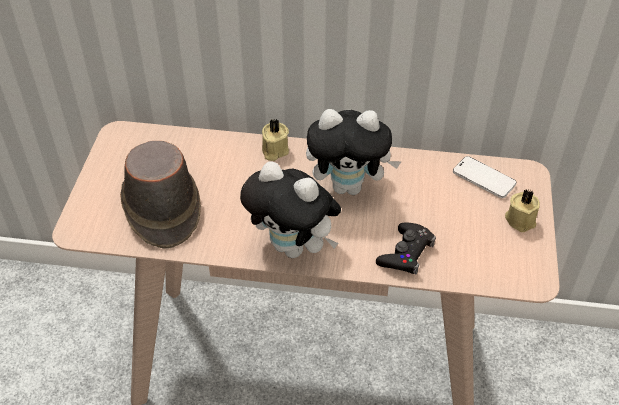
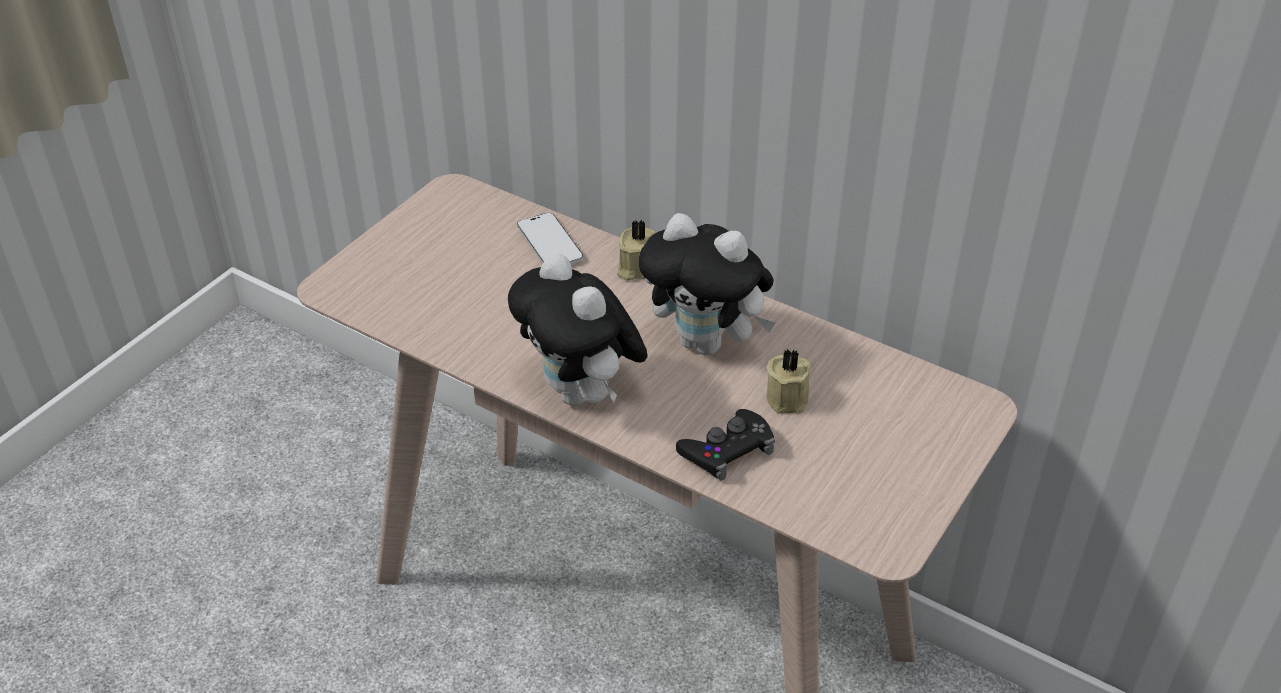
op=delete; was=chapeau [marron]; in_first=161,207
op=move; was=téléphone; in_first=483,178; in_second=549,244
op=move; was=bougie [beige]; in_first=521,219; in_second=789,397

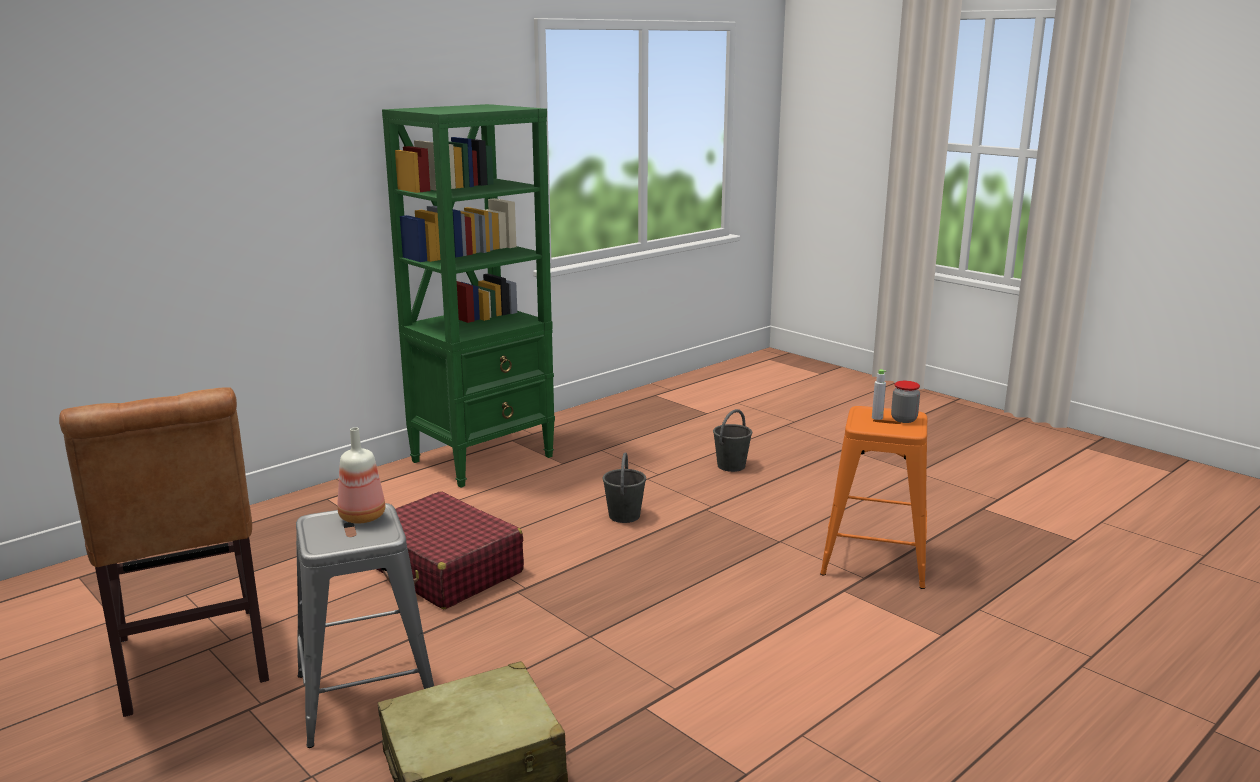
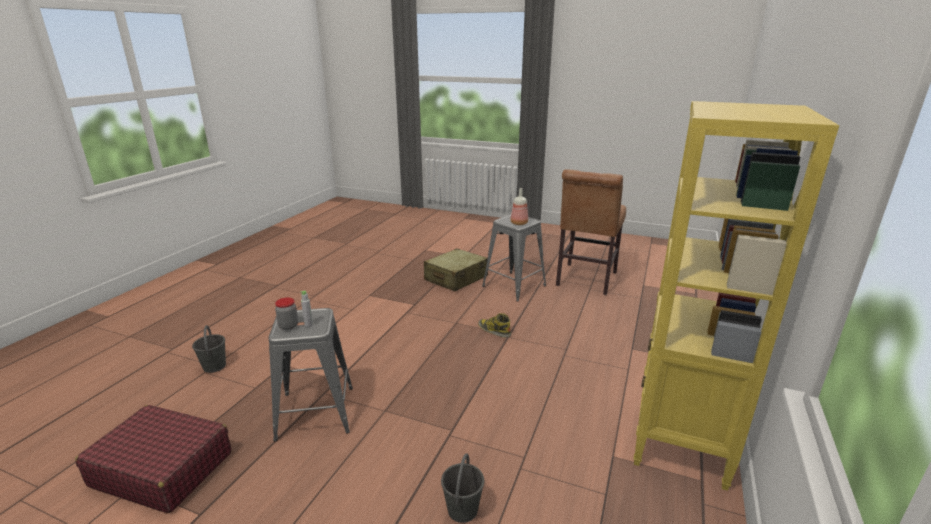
op=insert; now=botte; in_second=494,330
op=move; was=valise [rouge]; in_first=443,569; in_second=162,469
op=move; was=seau [gris]; in_first=624,515; in_second=214,366
op=recolor; was=bibliothèque [vert]; now=bibliothèque [jaune]; in_first=484,458; in_second=679,440
op=recolor; was=tabouret [orange]; now=tabouret [gris]; in_first=874,558; in_second=316,412
op=rotate; was=chaise [marron]; in_first=192,665; in_second=585,280; clockwise=-105

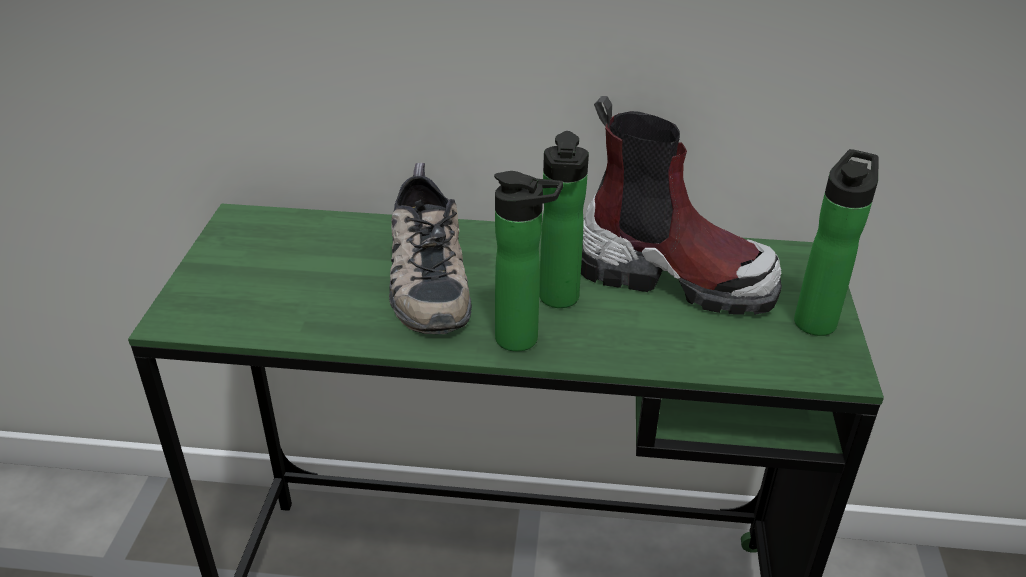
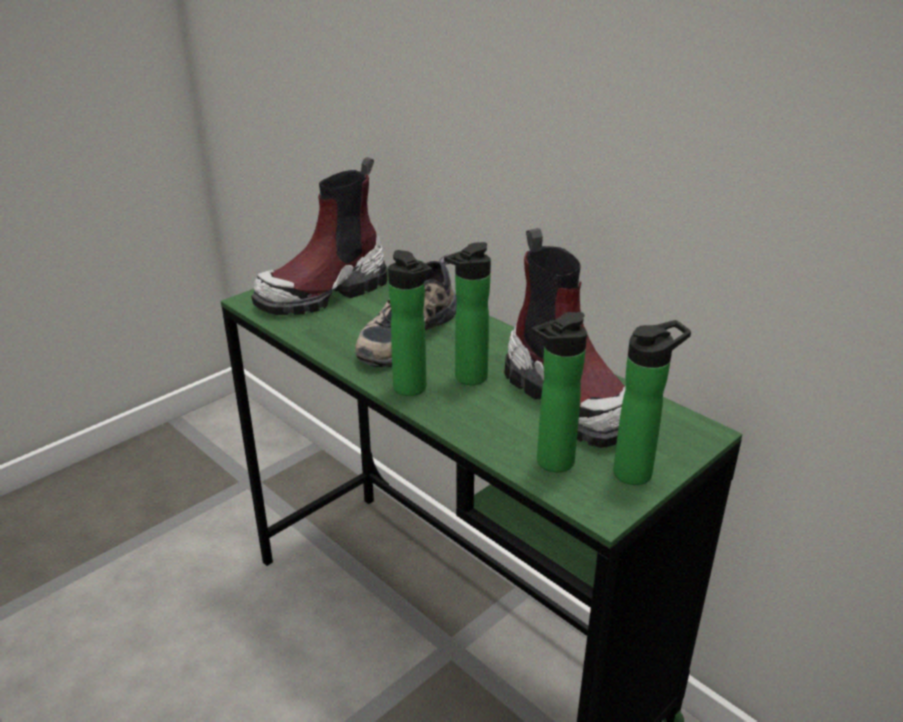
op=insert; now=botte; in_second=324,293
op=insert; now=bouteille; in_second=550,463

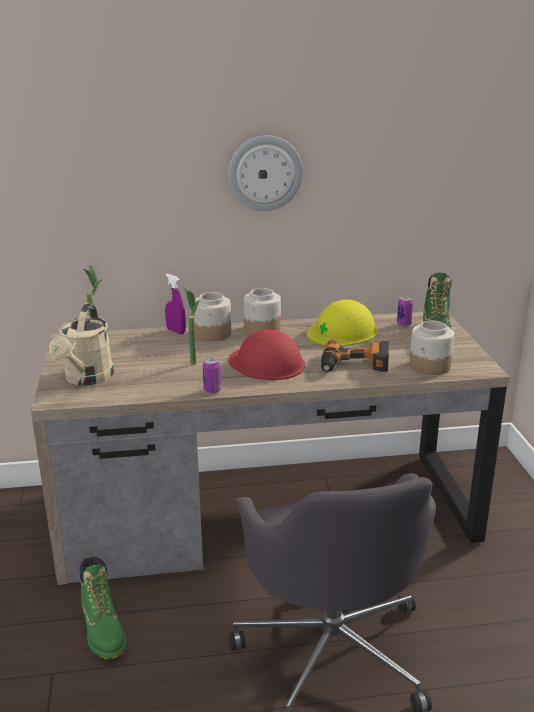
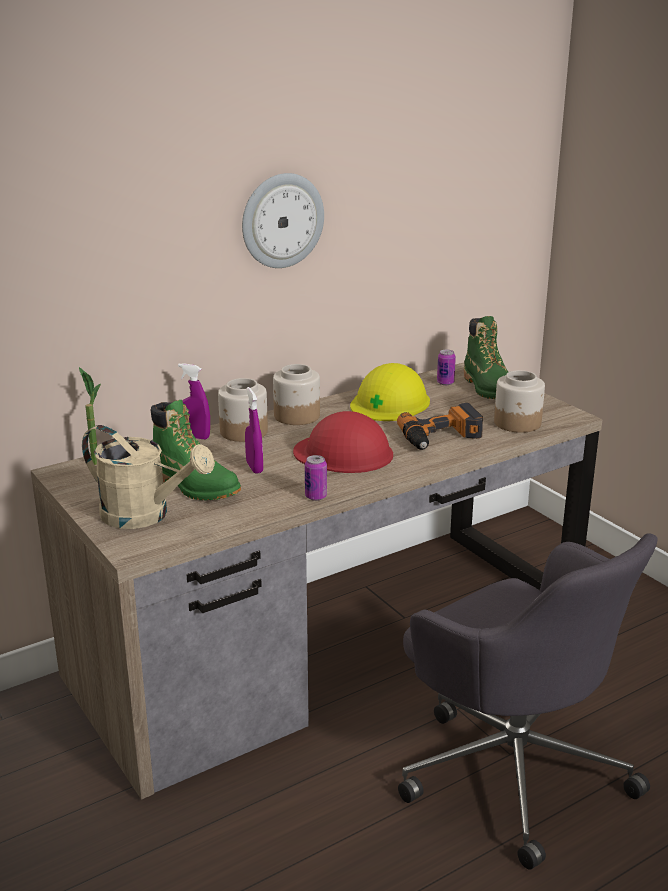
op=move; was=botte [vert]; in_first=103,631; in_second=195,486
op=replace; was=plante en pot; now=vaporisateur [violet]; in_first=192,360; in_second=254,467
op=rotate; was=arrosoir [beige]; in_first=86,379; in_second=146,515; clockwise=-45

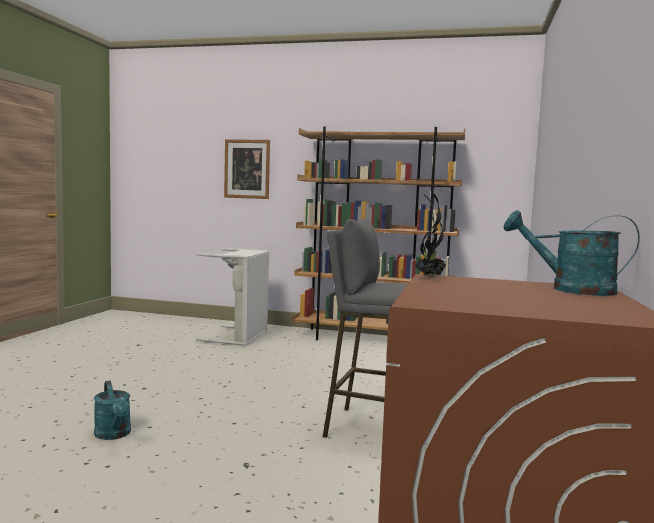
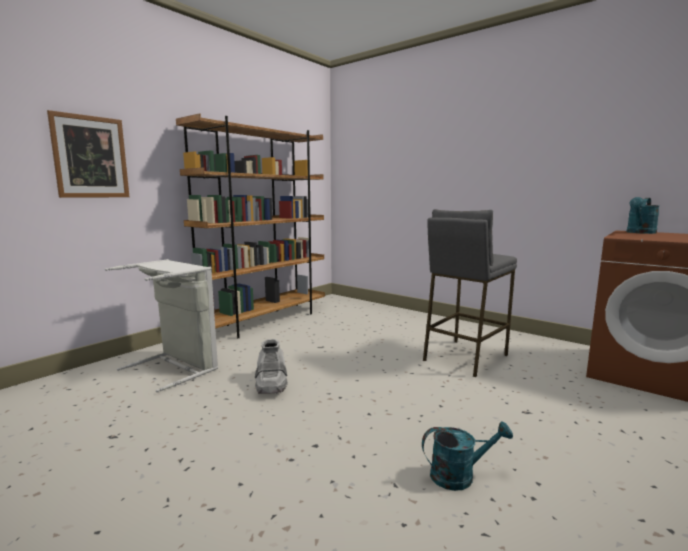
op=delete; was=plante en pot; in_first=430,278
op=insert; now=botte [gris]; in_second=271,384

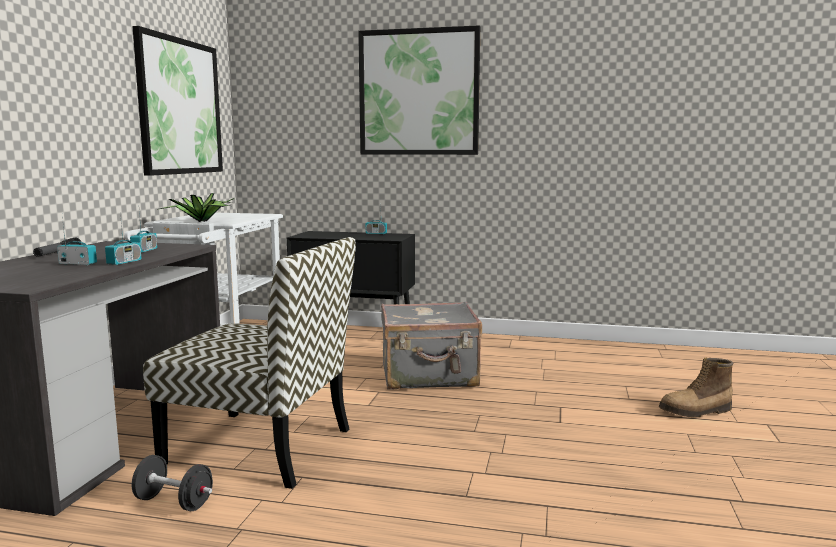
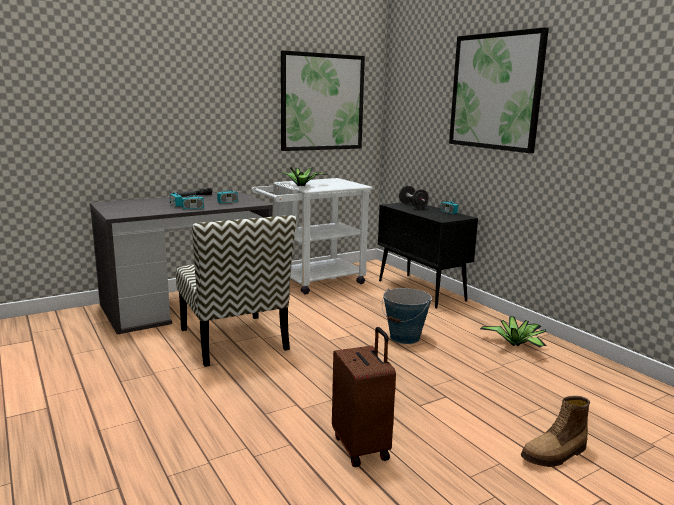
op=insert; now=valise [marron]; in_second=362,447
op=insert; now=plante en pot; in_second=516,344
op=move; was=haltère [noir]; in_first=174,502; in_second=412,206
op=replace; was=valise [gris]; now=seau; in_first=429,376; in_second=405,337
op=rotate; was=botte; in_first=696,412; in_second=555,455; clockwise=-60

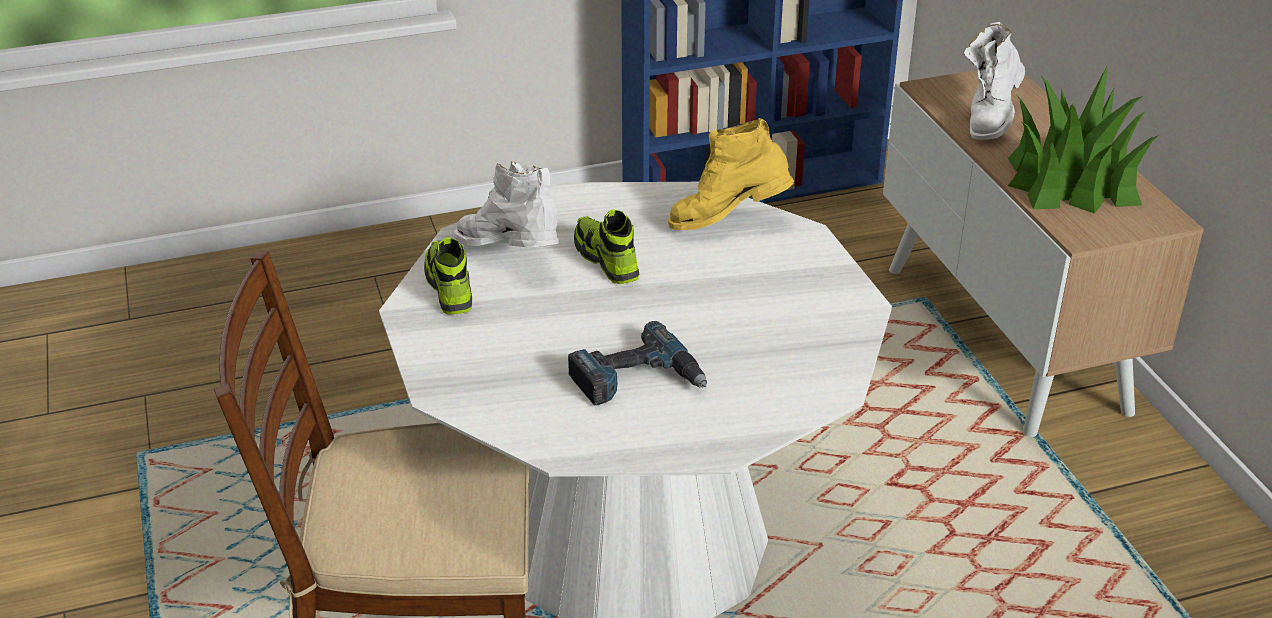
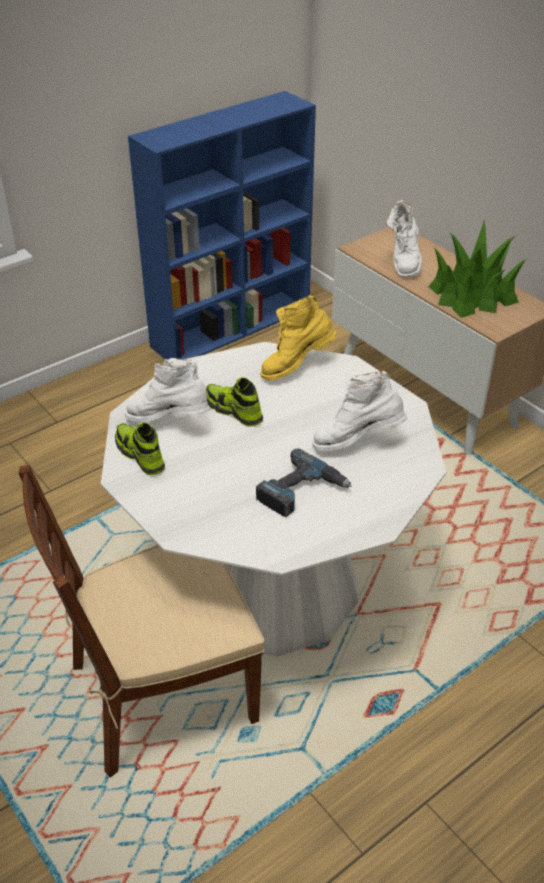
op=insert; now=botte [blanc]; in_second=356,442

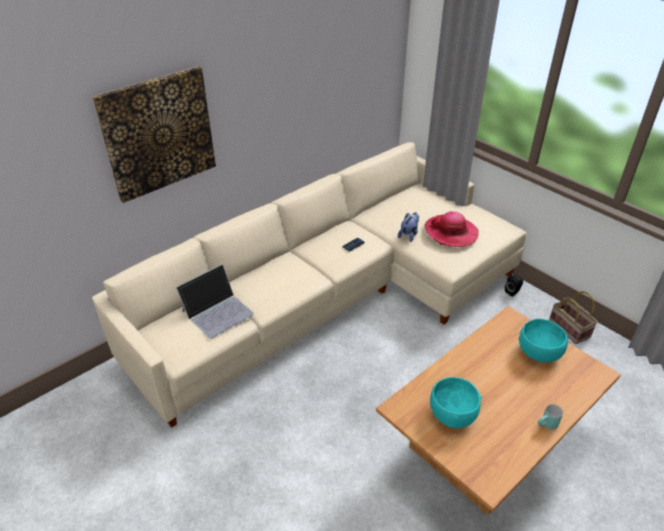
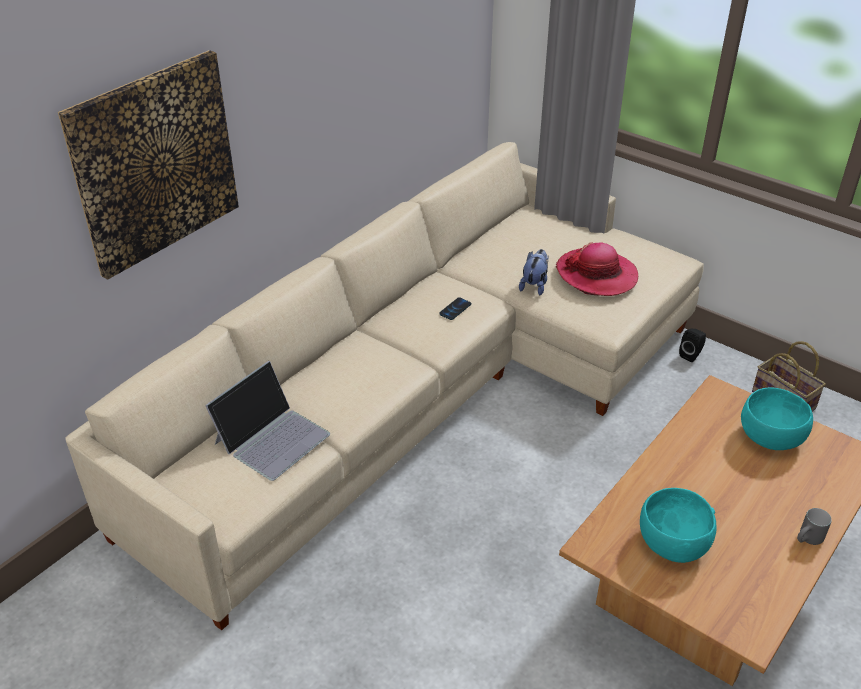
op=recolor; was=mug [turquoise]; now=mug [gris]; in_first=547,426; in_second=809,540

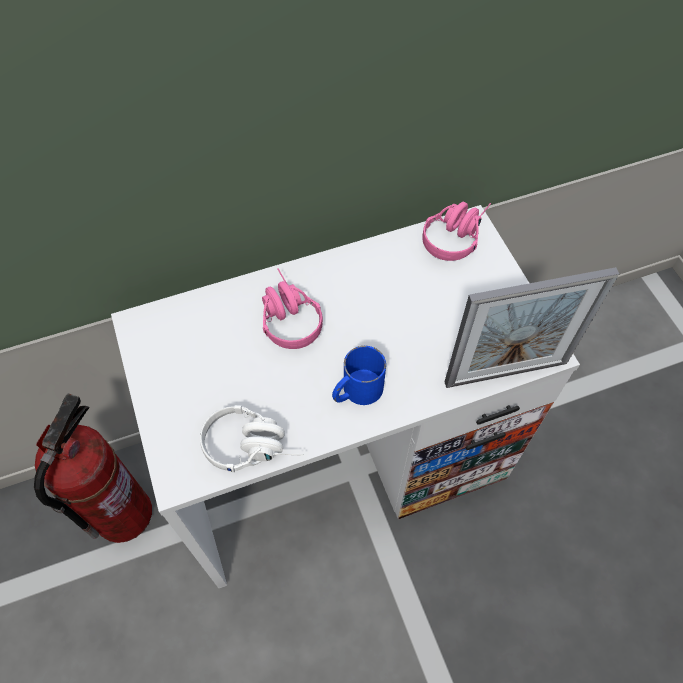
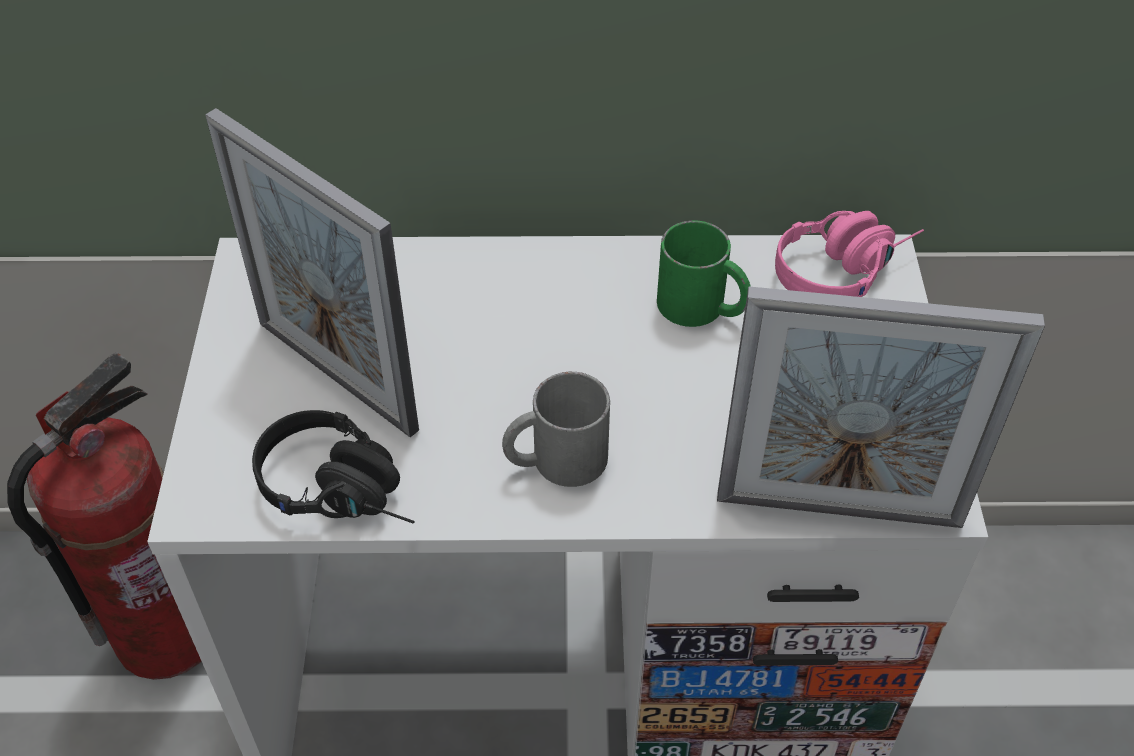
op=delete; was=casque audio [rose]; in_first=286,315
op=insert; now=cadre photo; in_second=336,375
op=insert; now=mug [vert]; in_second=703,308
op=recolor; was=casque audio [blanc]; now=casque audio [noir]; in_first=254,445; in_second=346,491
op=recolor; was=mug [bleu]; now=mug [gris]; in_first=356,391; in_second=555,460

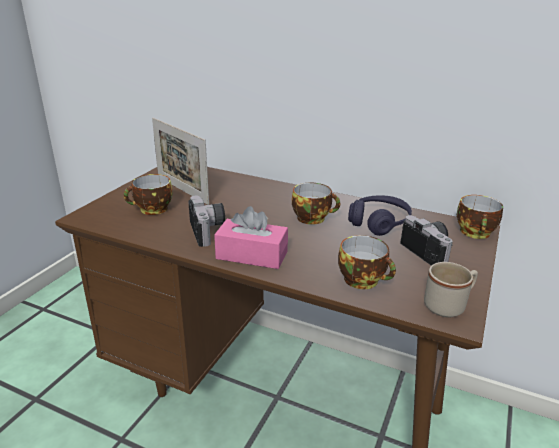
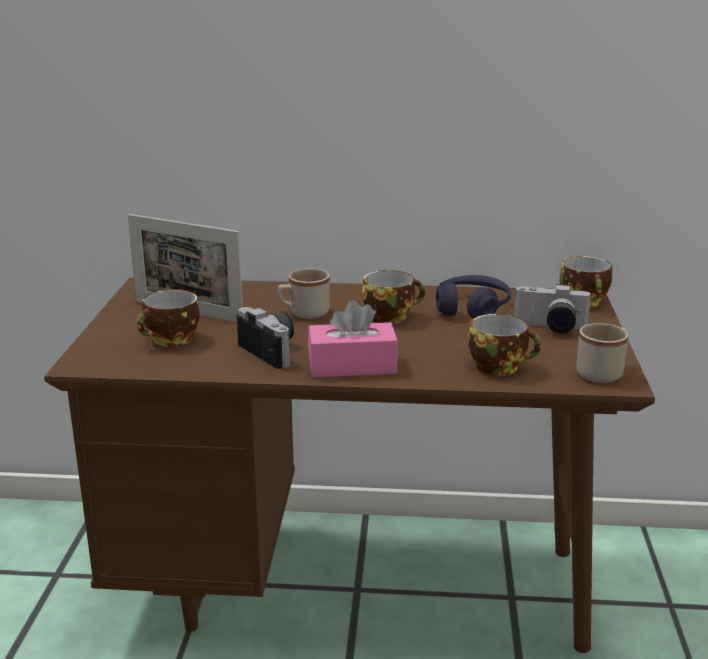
op=insert; now=mug [beige]; in_second=303,314
op=rotate; was=appareil photo; in_first=430,252; in_second=550,328; clockwise=150

